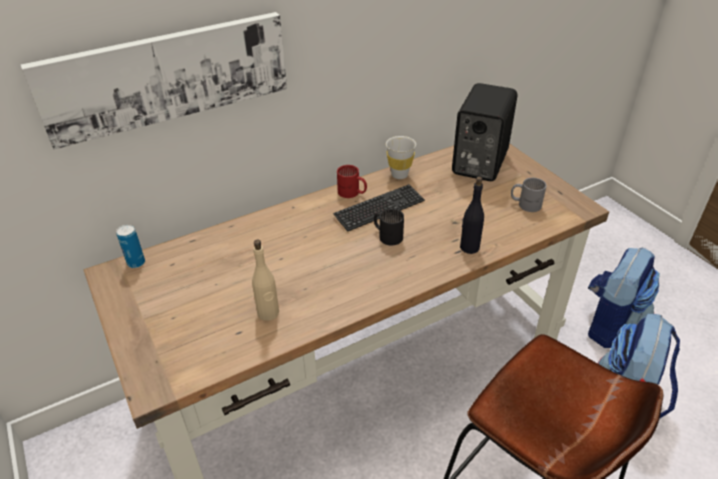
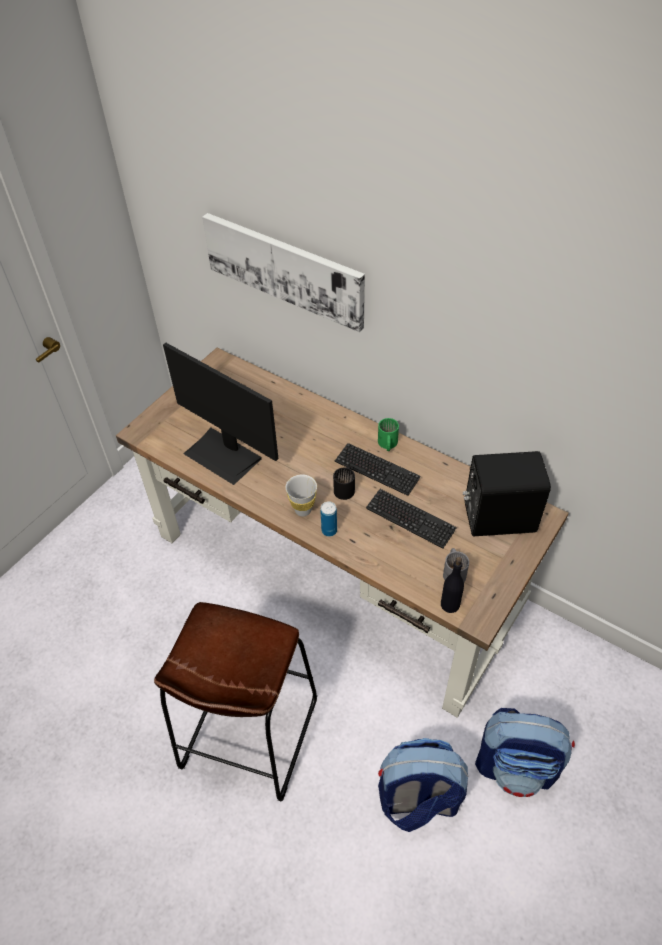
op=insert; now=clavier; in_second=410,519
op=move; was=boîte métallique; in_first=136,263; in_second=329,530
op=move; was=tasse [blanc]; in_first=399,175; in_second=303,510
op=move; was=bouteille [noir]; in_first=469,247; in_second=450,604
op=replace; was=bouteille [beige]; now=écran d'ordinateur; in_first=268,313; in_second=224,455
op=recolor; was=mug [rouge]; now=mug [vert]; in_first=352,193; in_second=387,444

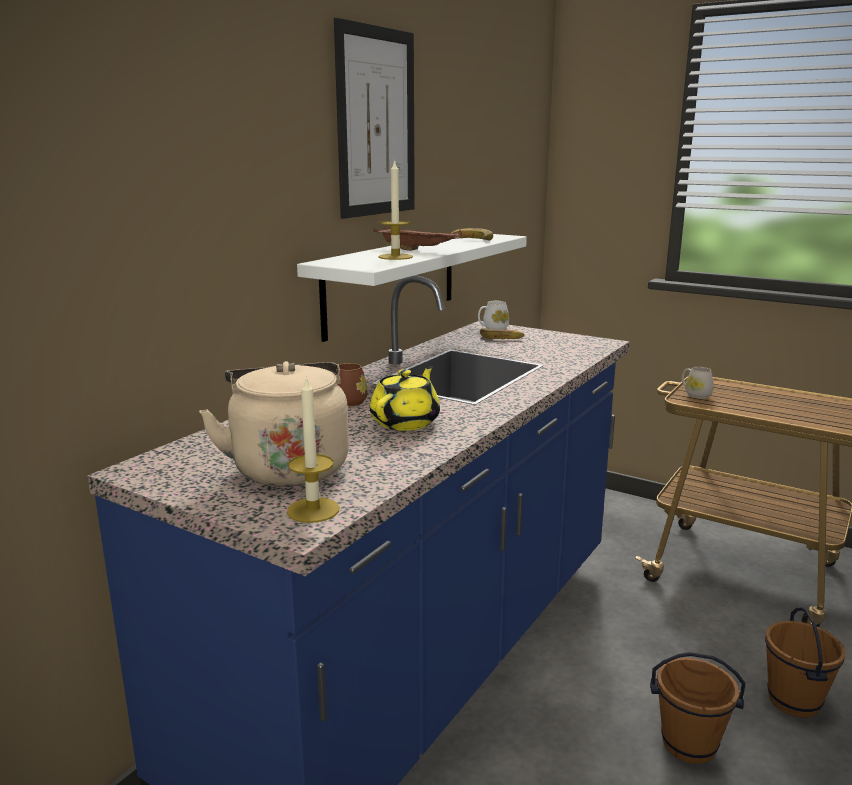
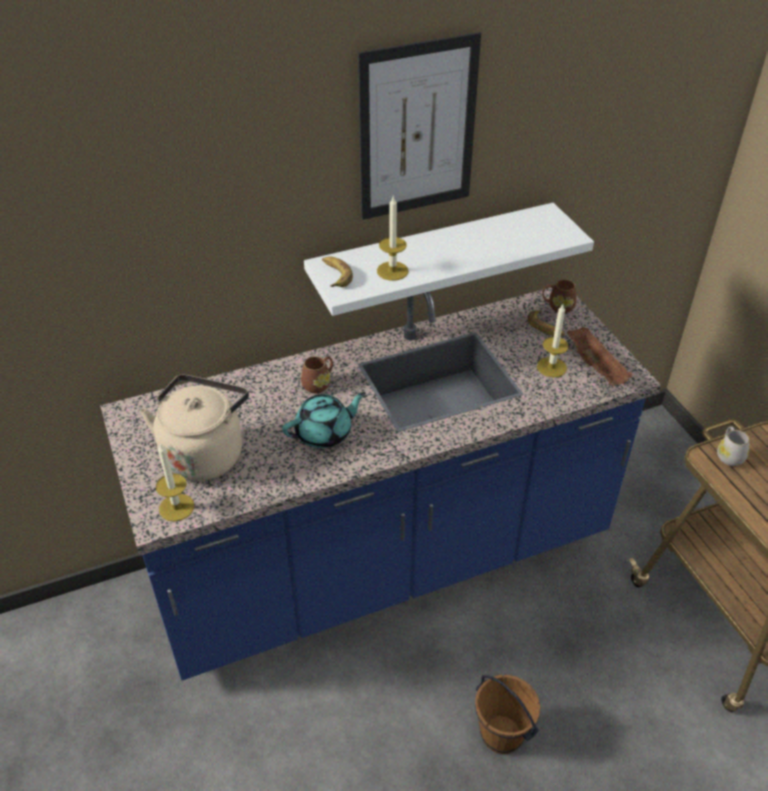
op=delete; was=seau [marron]; in_first=792,701
op=insert; now=bougie; in_second=551,367
op=move; was=plateau [marron]; in_first=419,250; in_second=597,368
op=move; was=banane; in_first=471,240; in_second=335,275
op=recolor; was=théière [jaune]; now=théière [turquoise]; in_first=406,422; in_second=325,433
op=recolor; was=mug [blanc]; now=mug [marron]; in_first=492,328; in_second=557,306

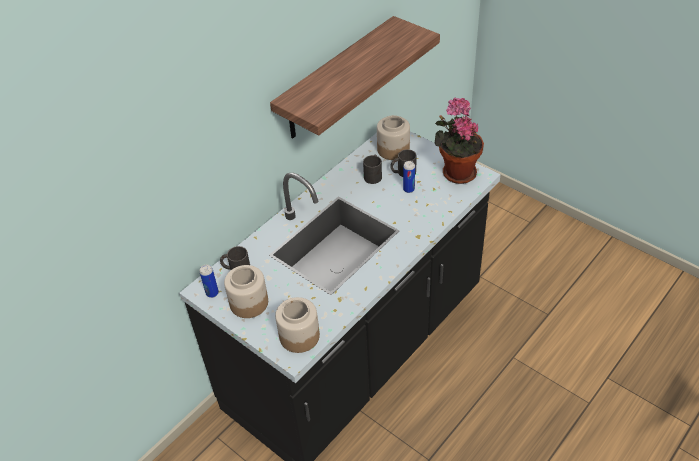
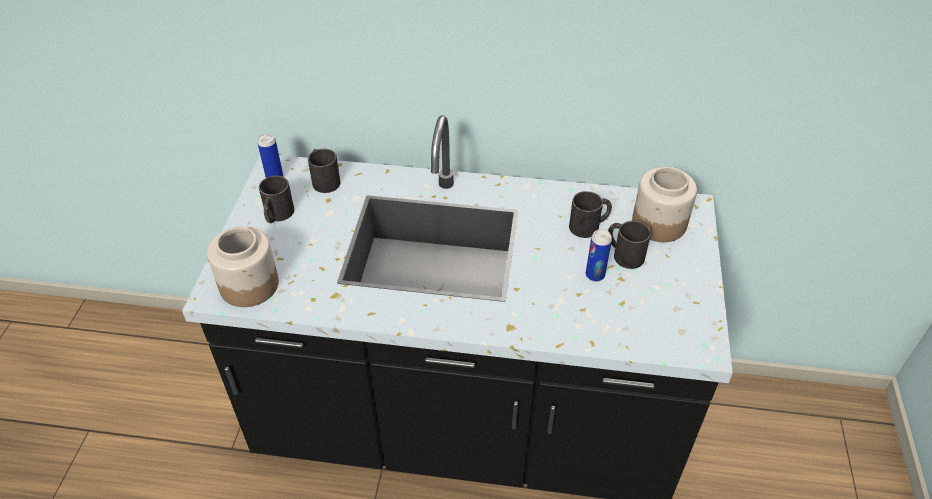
op=delete; was=étagère; in_first=336,79
op=delete; was=plante en pot; in_first=456,172
op=replace; was=bocal; now=mug [noir]; in_first=249,303; in_second=277,215

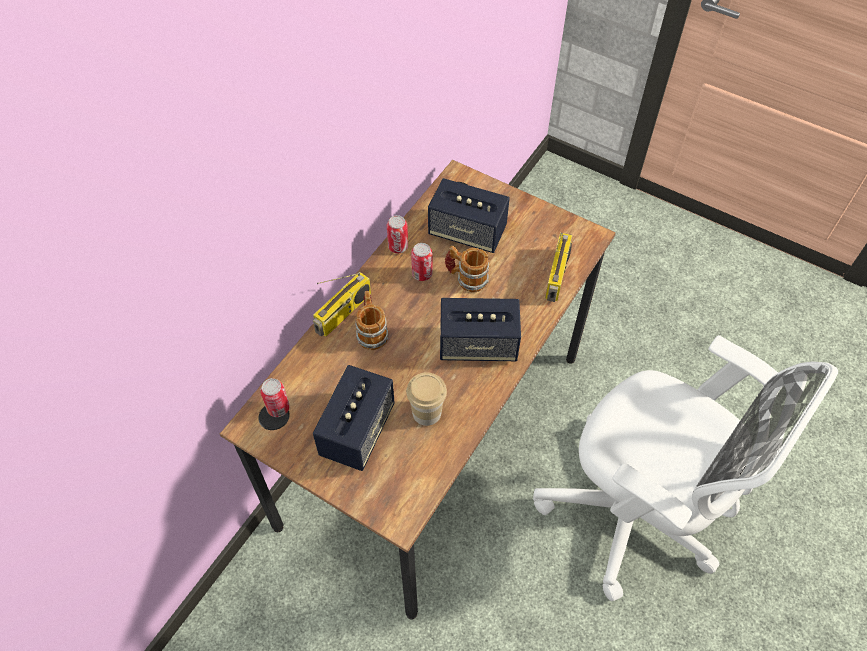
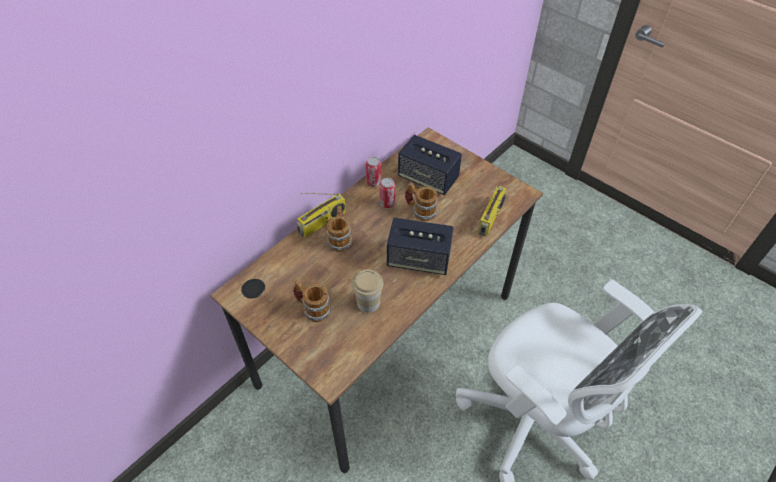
op=delete; was=boîte métallique; in_first=278,408
op=replace; was=enceinte; now=mug; in_first=357,431; in_second=312,308

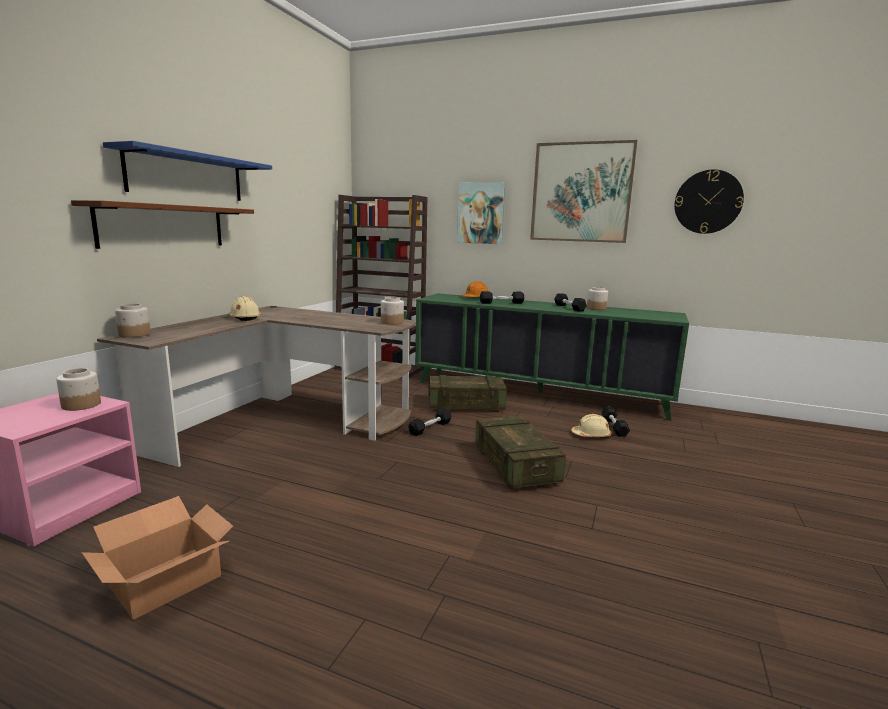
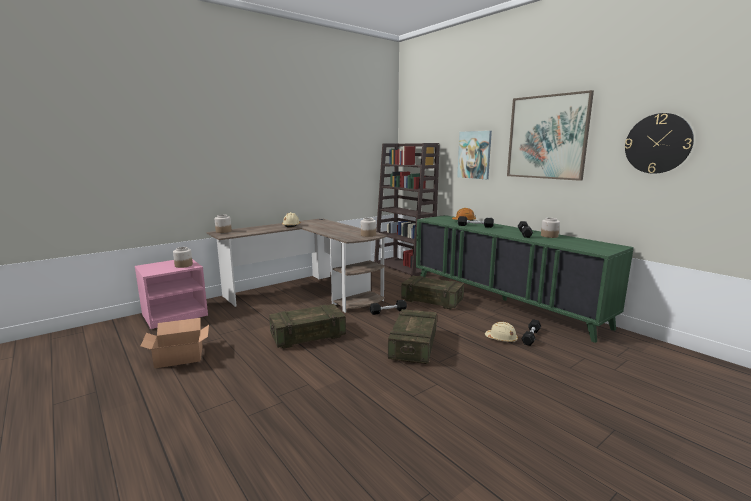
op=delete; was=étagère [marron]; in_first=163,226
op=delete; was=étagère [bleu]; in_first=187,176
op=insert; now=caisse; in_second=308,336

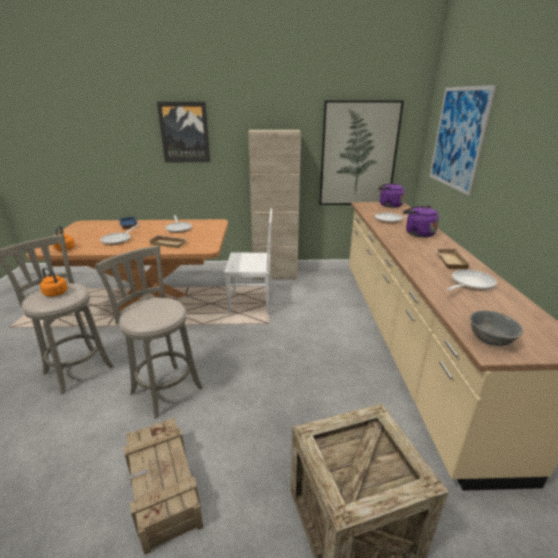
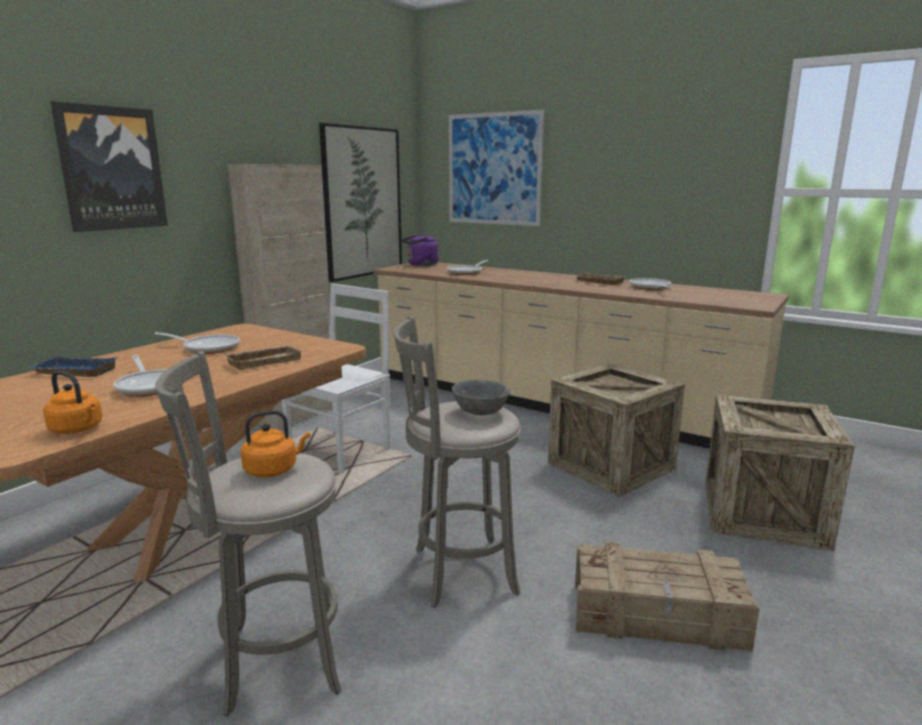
op=delete; was=bouilloire [violet]; in_first=417,233
op=insert; now=caisse; in_second=611,466
op=move; was=bol [gris]; in_first=490,340; in_second=481,412

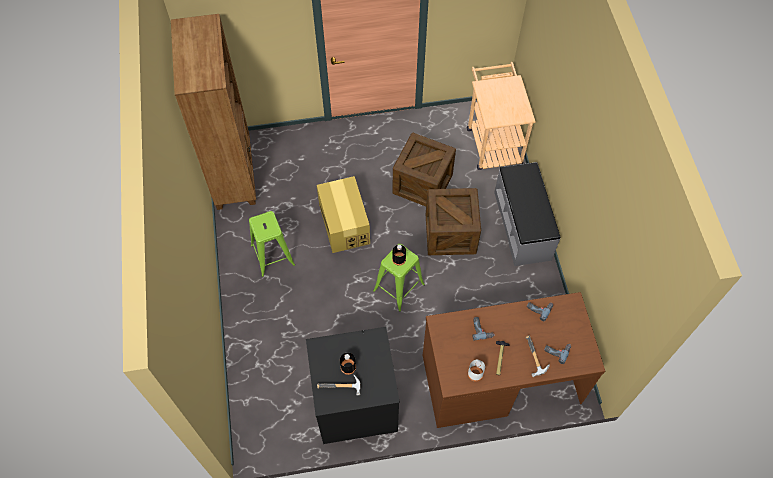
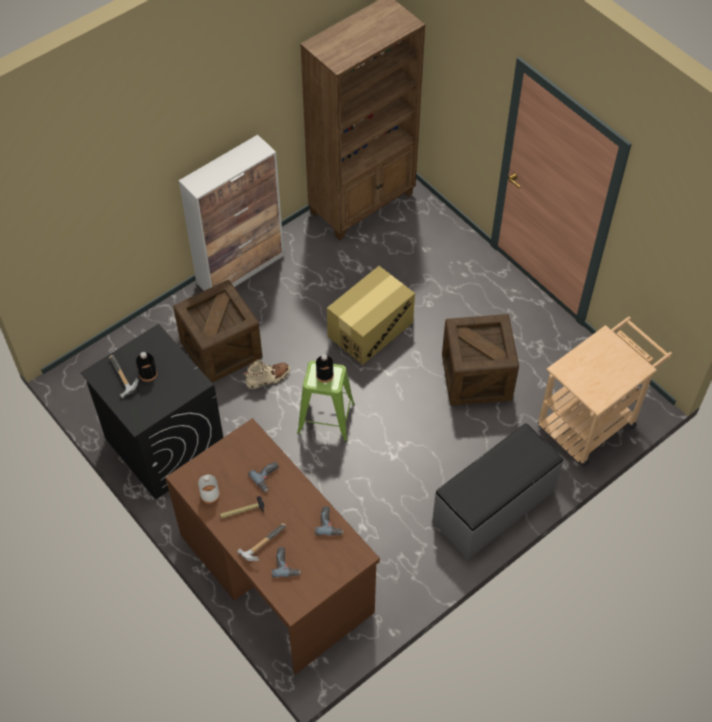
op=delete; was=tabouret [vert]; in_first=272,255
op=insert; now=meuble de rangement; in_second=241,269
op=insert; now=botte [beige]; in_second=268,378
op=move; was=caisse; in_first=450,234; in_second=221,349

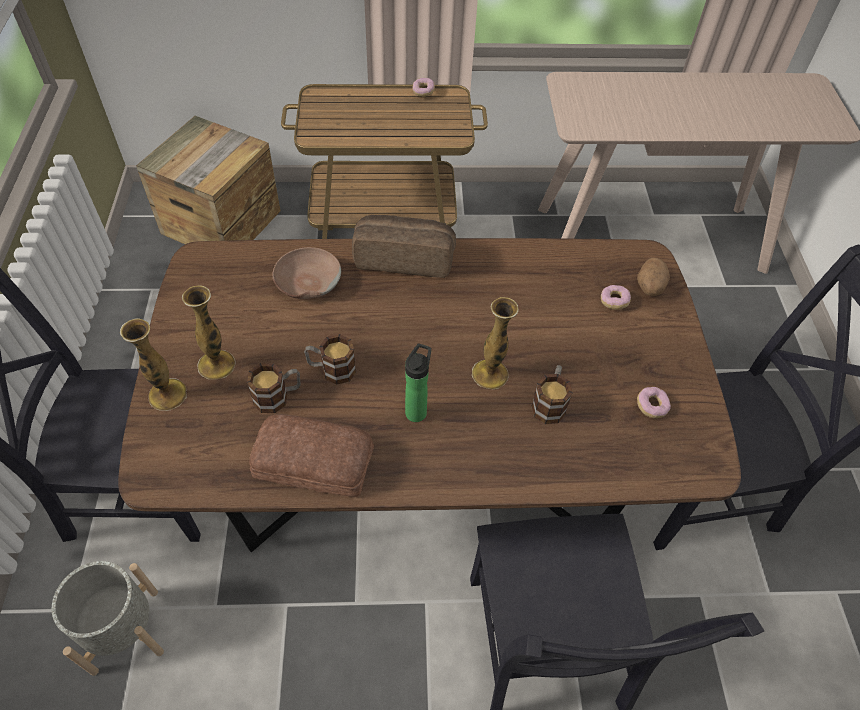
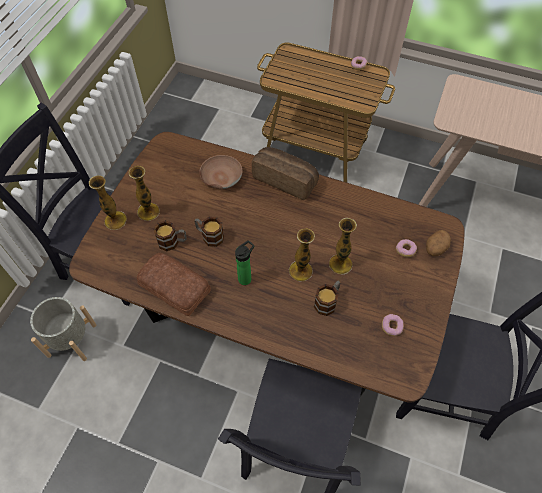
op=delete; was=caisse; in_first=221,222
op=insert; now=vase; in_second=340,264

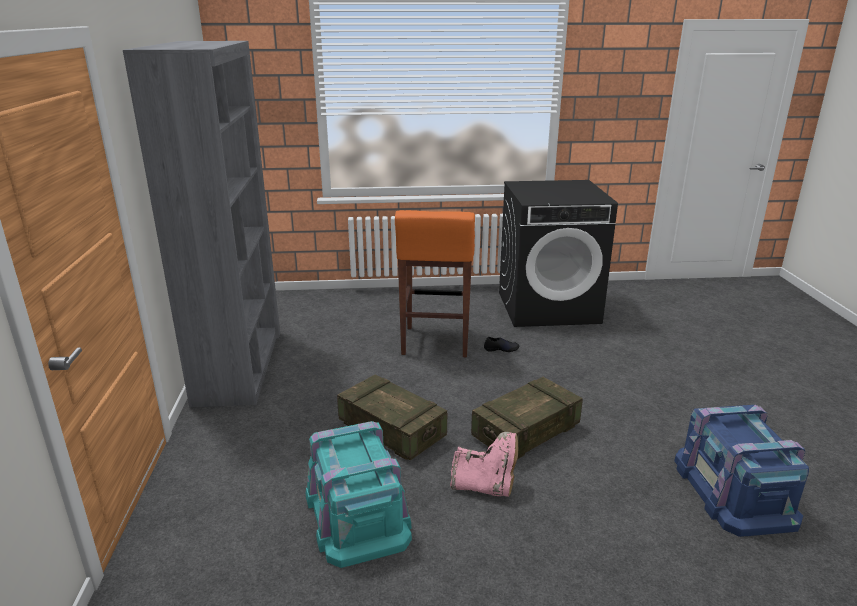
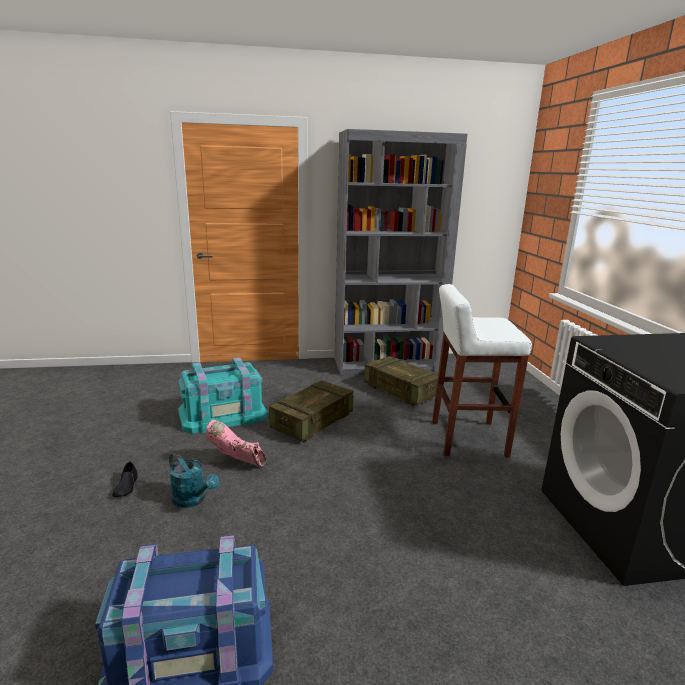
op=insert; now=arrosoir [turquoise]; in_second=193,500
op=move; was=caisse; in_first=526,432; in_second=400,391
op=move; was=chaussure [noir]; in_first=501,349; in_second=126,486
op=recolor; was=tabouret [orange]; now=tabouret [blanc]; in_first=435,342; in_second=466,438
op=rotate; was=botte [rose]; in_first=485,487; in_second=237,463; clockwise=105

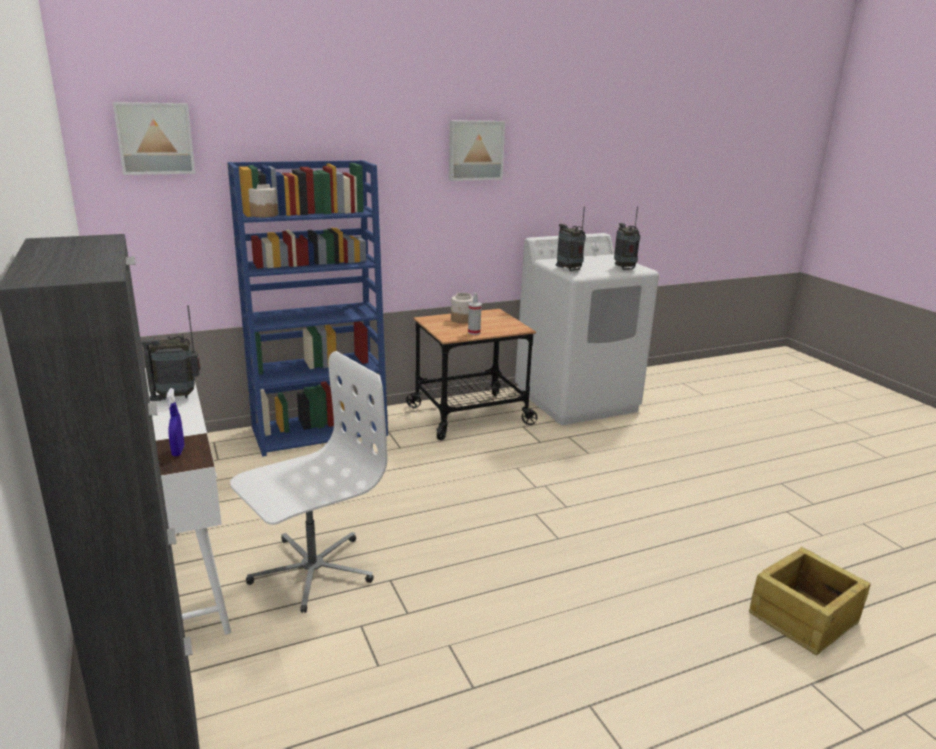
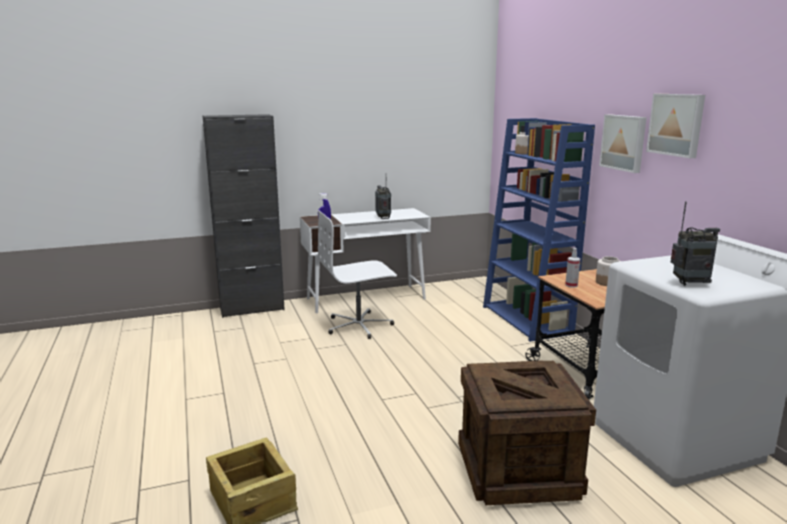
op=delete; was=radio; in_first=569,269
op=insert; now=caisse; in_second=519,471
op=move; was=tableau; in_first=155,138; in_second=624,142
op=rotate; was=chaise de bureau [blanc]; in_first=311,570; in_second=359,325; clockwise=105

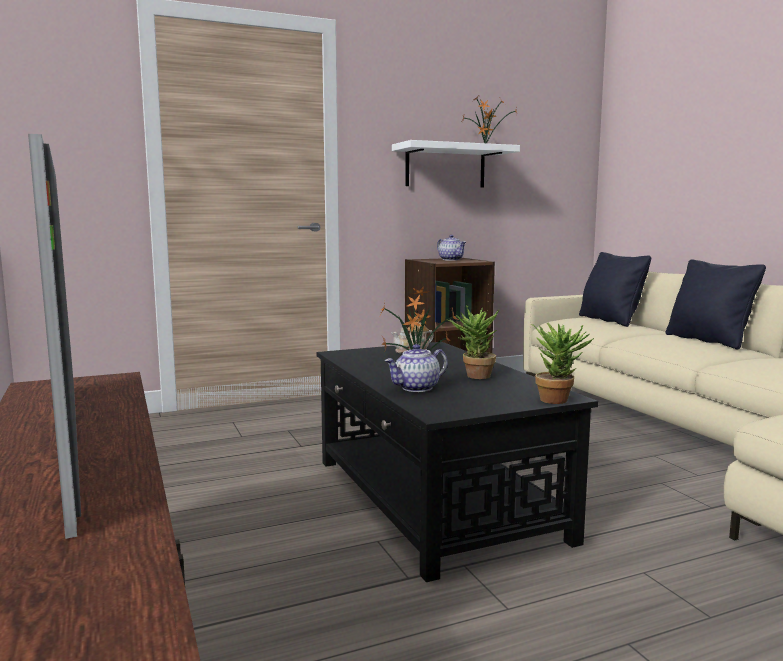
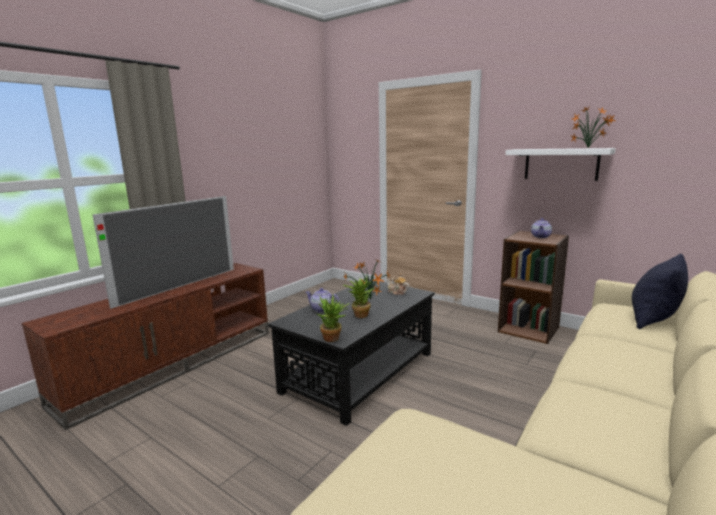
op=delete; was=coussin [noir]; in_first=708,341

